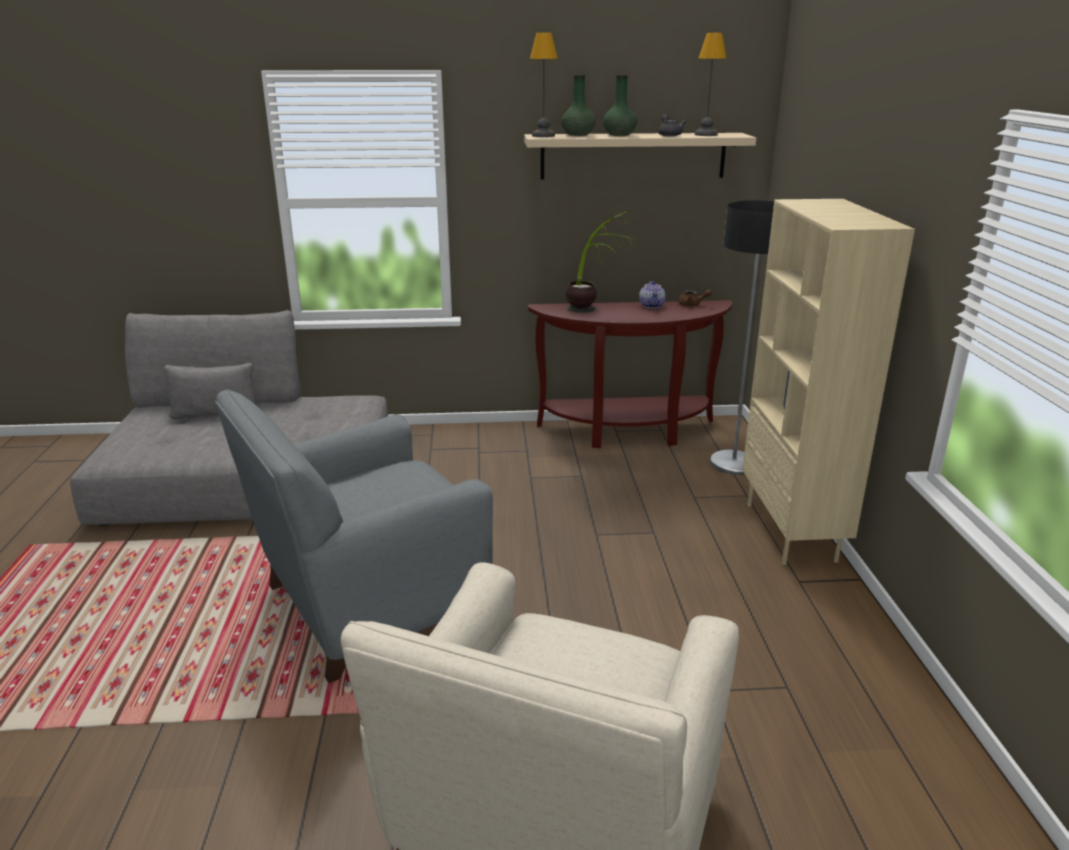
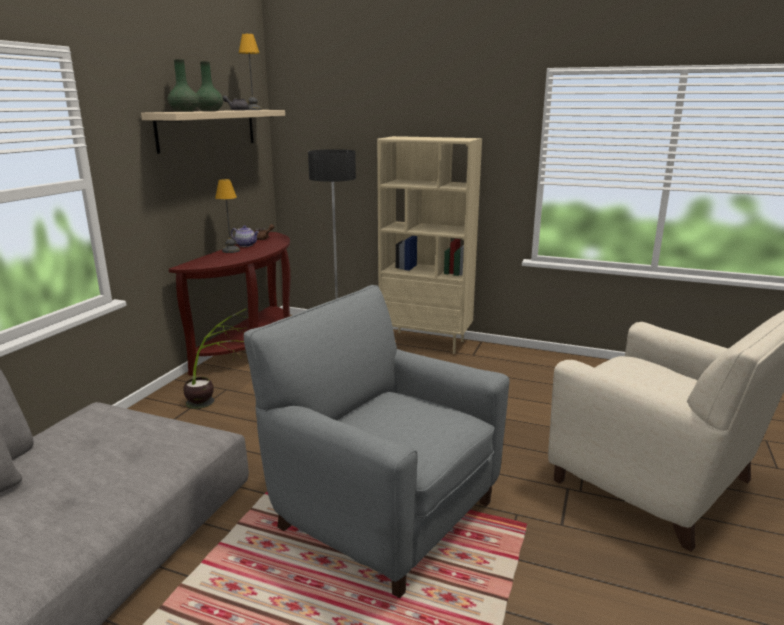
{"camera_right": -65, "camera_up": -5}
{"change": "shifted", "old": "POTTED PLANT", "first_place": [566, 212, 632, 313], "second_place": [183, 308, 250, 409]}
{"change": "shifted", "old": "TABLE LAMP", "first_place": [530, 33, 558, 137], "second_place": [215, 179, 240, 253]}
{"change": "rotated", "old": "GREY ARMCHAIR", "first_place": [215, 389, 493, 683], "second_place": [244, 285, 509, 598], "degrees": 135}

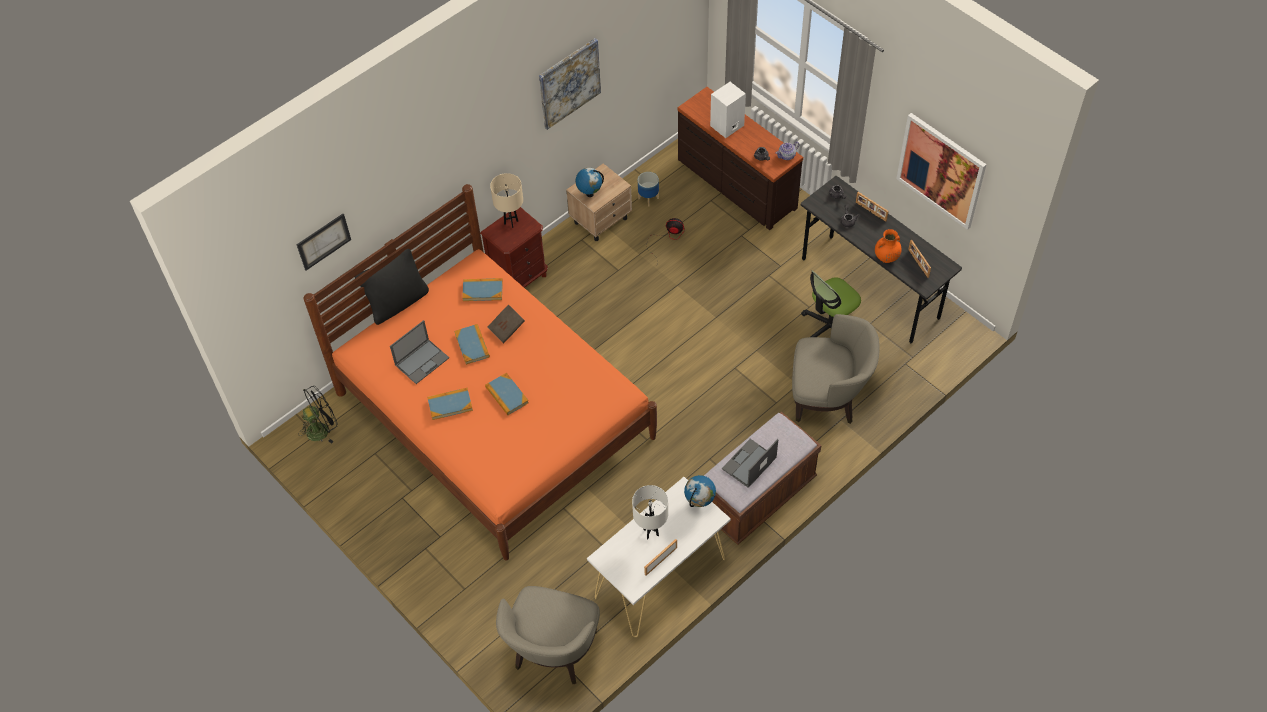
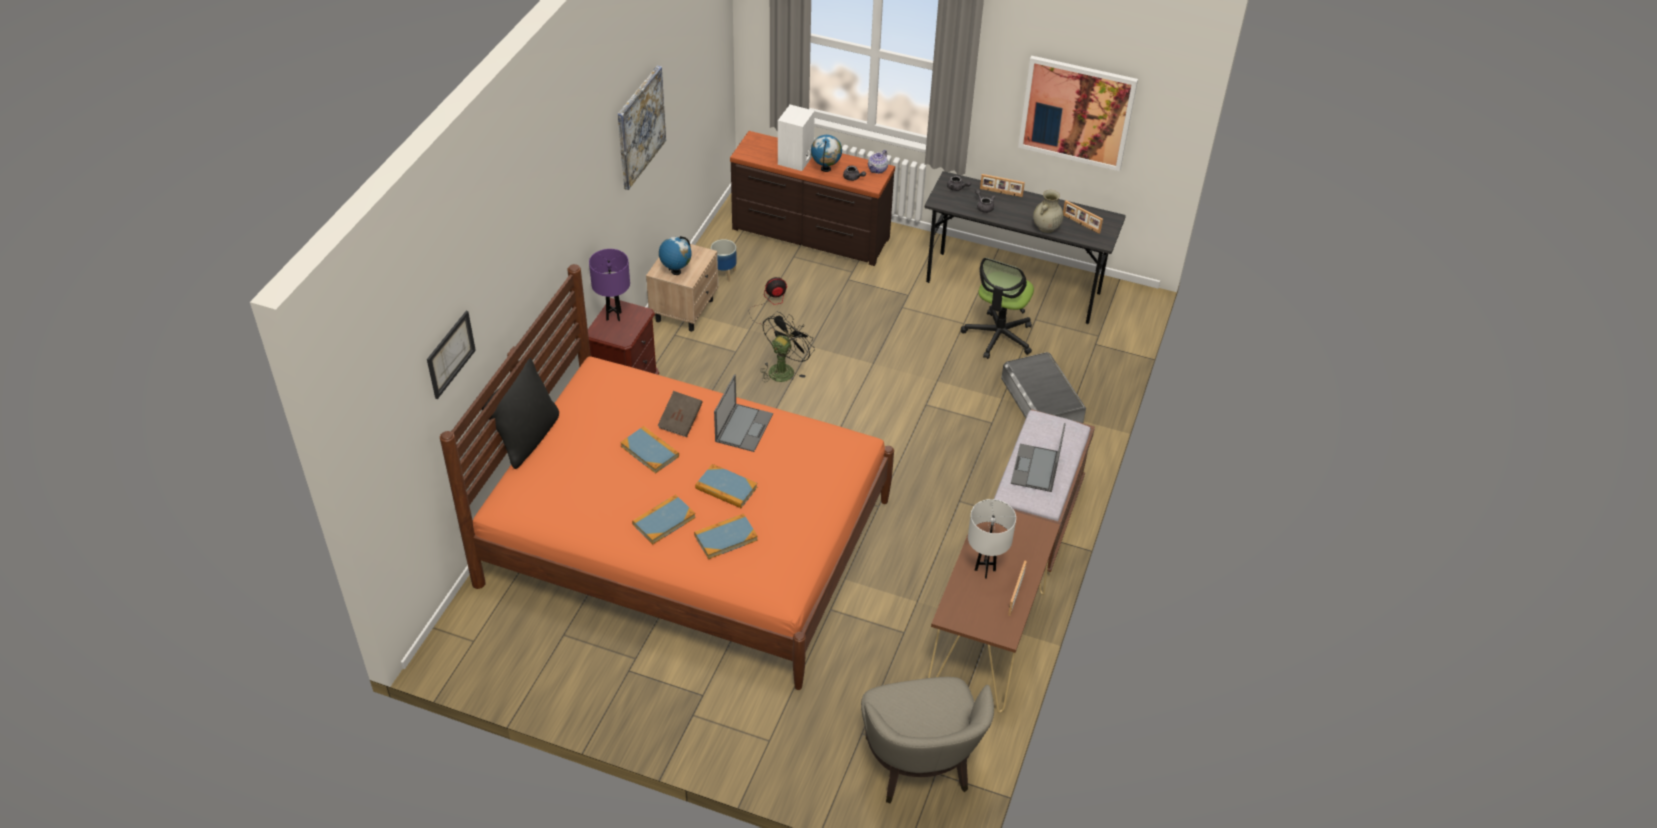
{"camera_right": -30, "camera_up": -10}
{"change": "repainted", "old": "BEIGE TABLE LAMP", "new": "PURPLE TABLE LAMP", "first_place": [490, 173, 523, 228], "second_place": [589, 249, 630, 321]}
{"change": "shifted", "old": "BOOK", "first_place": [462, 278, 503, 301], "second_place": [694, 513, 758, 559]}
{"change": "shifted", "old": "LAPTOP", "first_place": [390, 320, 449, 384], "second_place": [714, 374, 773, 452]}
{"change": "shifted", "old": "BLACK FAN", "first_place": [300, 386, 338, 444], "second_place": [760, 311, 815, 382]}
{"change": "shifted", "old": "GLOBE", "first_place": [684, 475, 716, 507], "second_place": [811, 135, 842, 172]}
{"change": "repainted", "old": "WHITE CONSOLE TABLE", "new": "BROWN CONSOLE TABLE", "first_place": [587, 477, 731, 637], "second_place": [928, 512, 1060, 713]}
{"change": "swapped", "old": "BEIGE ARMCHAIR", "new": "GREY STORAGE BOX", "first_place": [792, 314, 880, 424], "second_place": [1001, 352, 1086, 423]}
{"change": "repainted", "old": "ORANGE VASE", "new": "BEIGE VASE", "first_place": [875, 229, 902, 263], "second_place": [1033, 190, 1064, 233]}

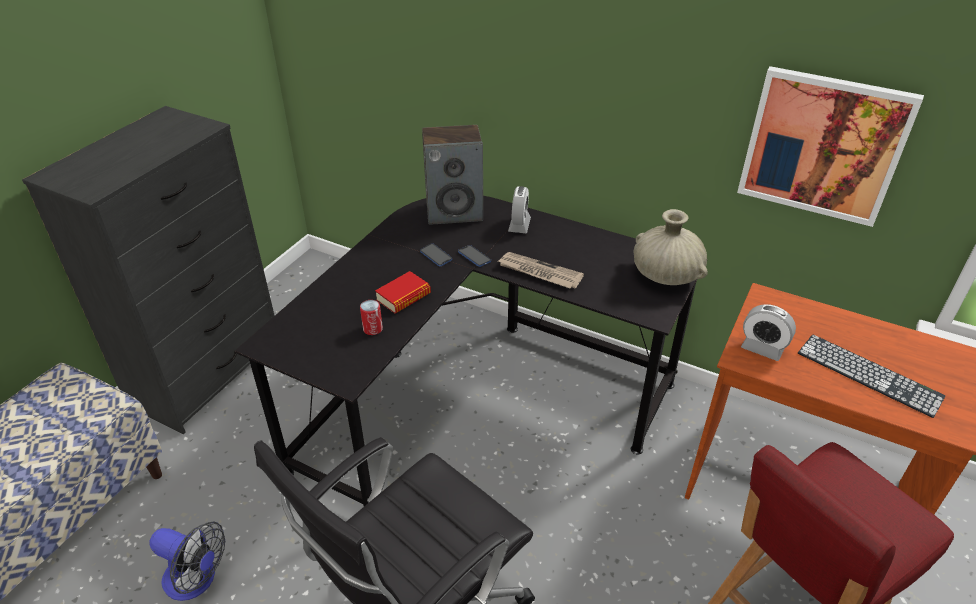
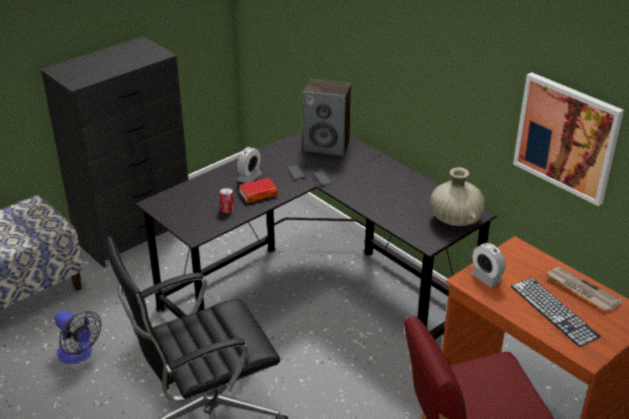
{"camera_right": 20, "camera_up": -5}
{"change": "shifted", "old": "ALARM CLOCK", "first_place": [508, 186, 531, 233], "second_place": [237, 147, 262, 183]}
{"change": "shifted", "old": "NEWSPAPER", "first_place": [498, 252, 584, 288], "second_place": [546, 267, 623, 311]}

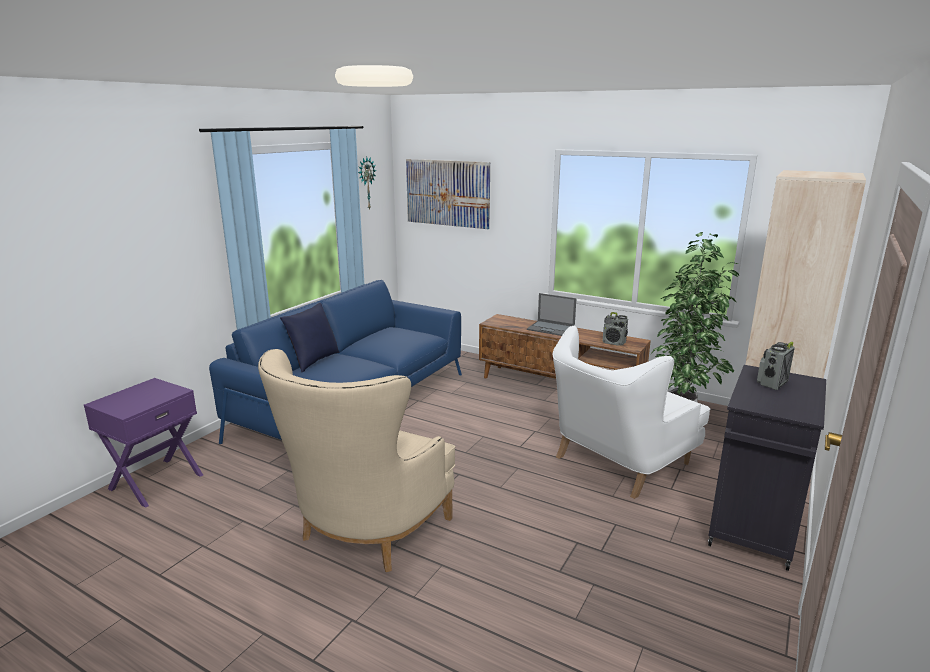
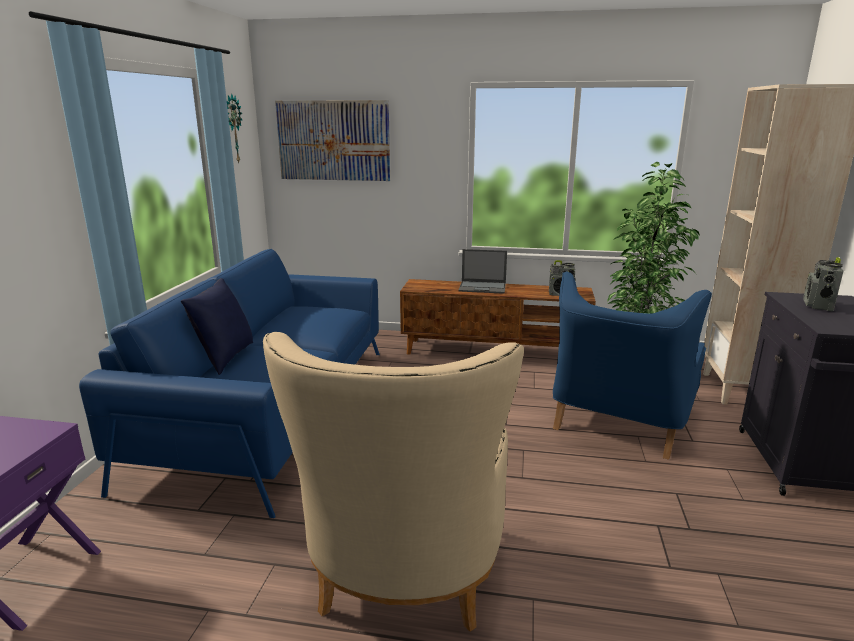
{"camera_right": -20, "camera_up": 0}
{"change": "repainted", "old": "WHITE ARMCHAIR", "new": "BLUE ARMCHAIR", "first_place": [553, 326, 710, 499], "second_place": [553, 271, 712, 460]}

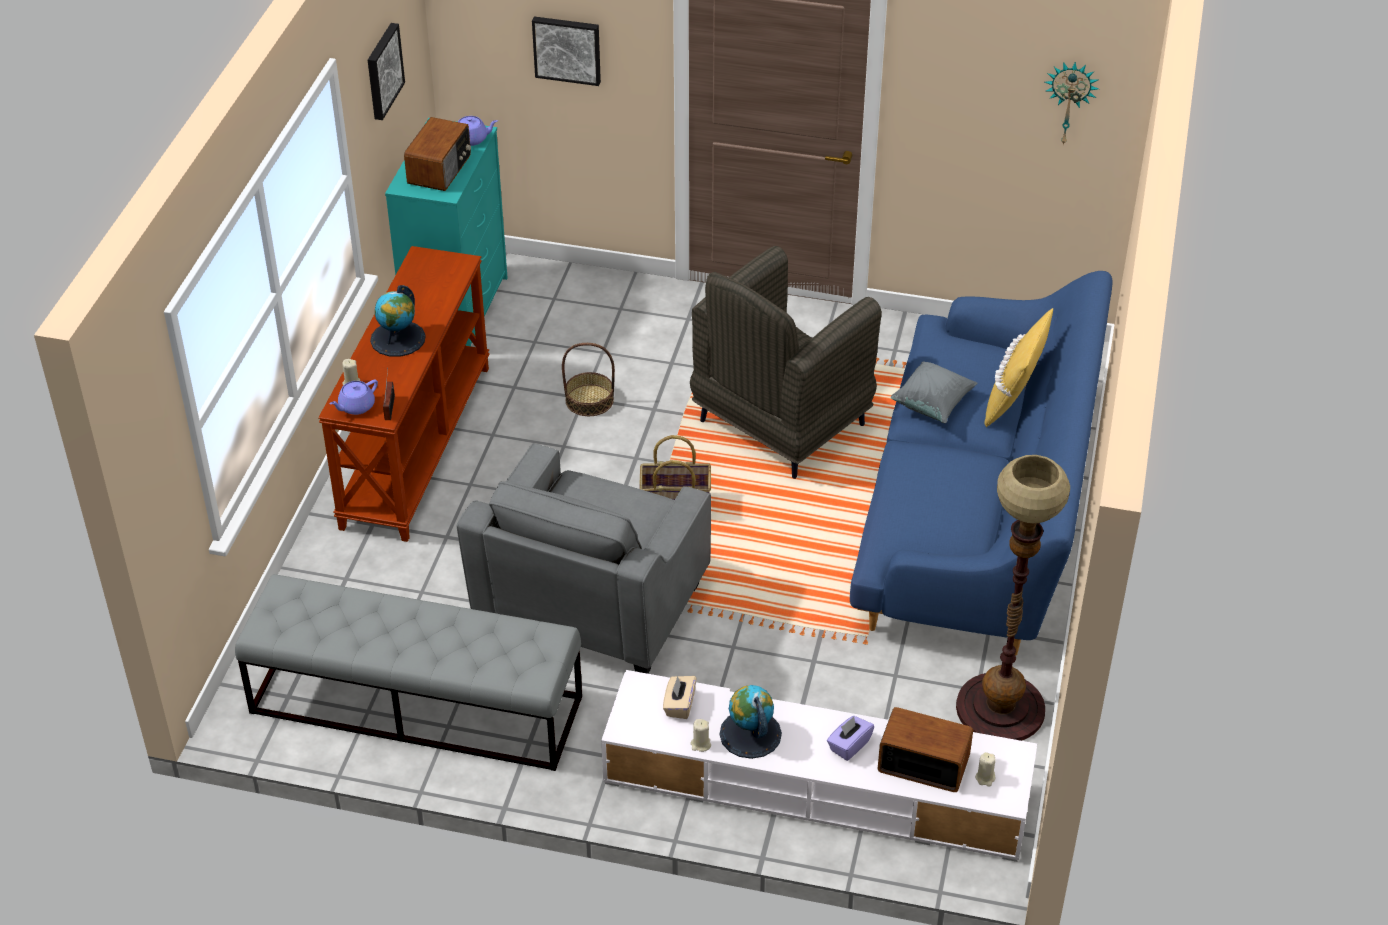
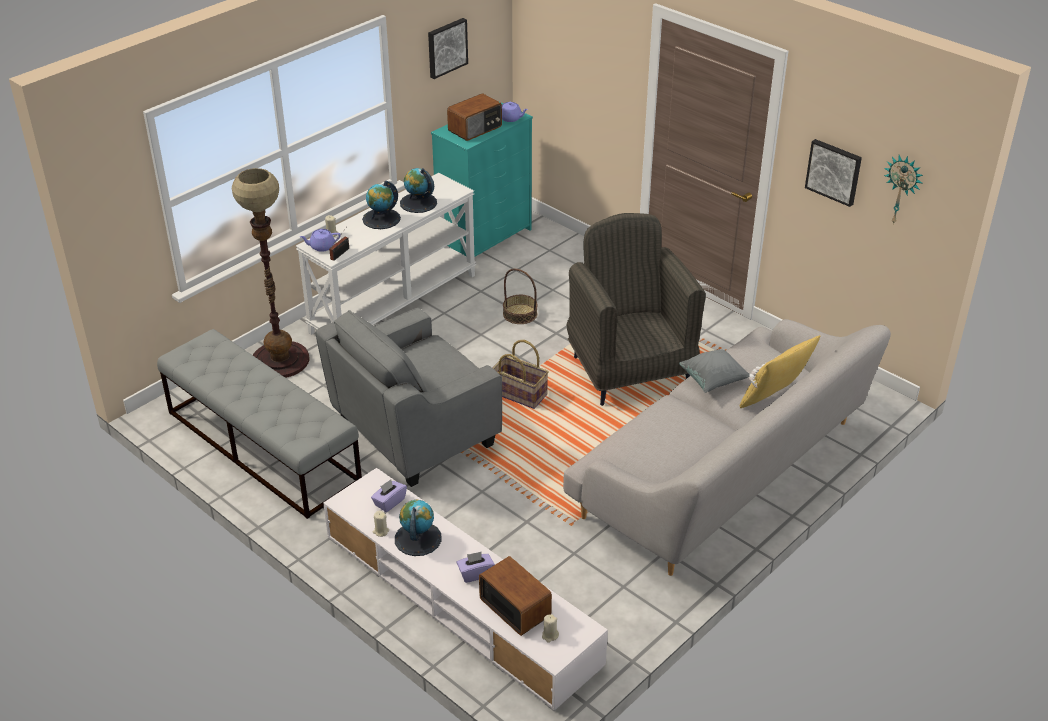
{"camera_right": 30, "camera_up": -5}
{"change": "shifted", "old": "FLOOR LAMP", "first_place": [956, 455, 1070, 741], "second_place": [232, 168, 309, 378]}
{"change": "repainted", "old": "BROWN CONSOLE TABLE", "new": "WHITE CONSOLE TABLE", "first_place": [318, 246, 490, 542], "second_place": [296, 173, 476, 335]}
{"change": "repainted", "old": "BEIGE TISSUE BOX", "new": "PURPLE TISSUE BOX", "first_place": [663, 676, 696, 719], "second_place": [371, 479, 407, 512]}
{"change": "new", "new": "GLOBE", "second_place": [400, 168, 437, 213]}
{"change": "repainted", "old": "BLUE SOFA", "new": "GREY SOFA", "first_place": [850, 271, 1113, 656], "second_place": [563, 319, 891, 576]}
{"change": "rotated", "old": "GREY ARMCHAIR", "first_place": [690, 246, 882, 479], "second_place": [566, 213, 706, 406], "degrees": 90}
{"change": "shifted", "old": "PICTURE", "first_place": [532, 16, 601, 86], "second_place": [805, 139, 862, 207]}

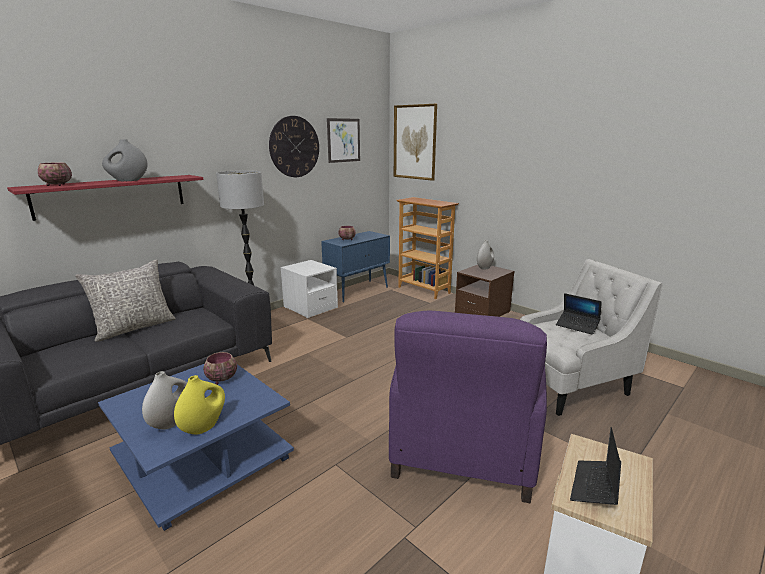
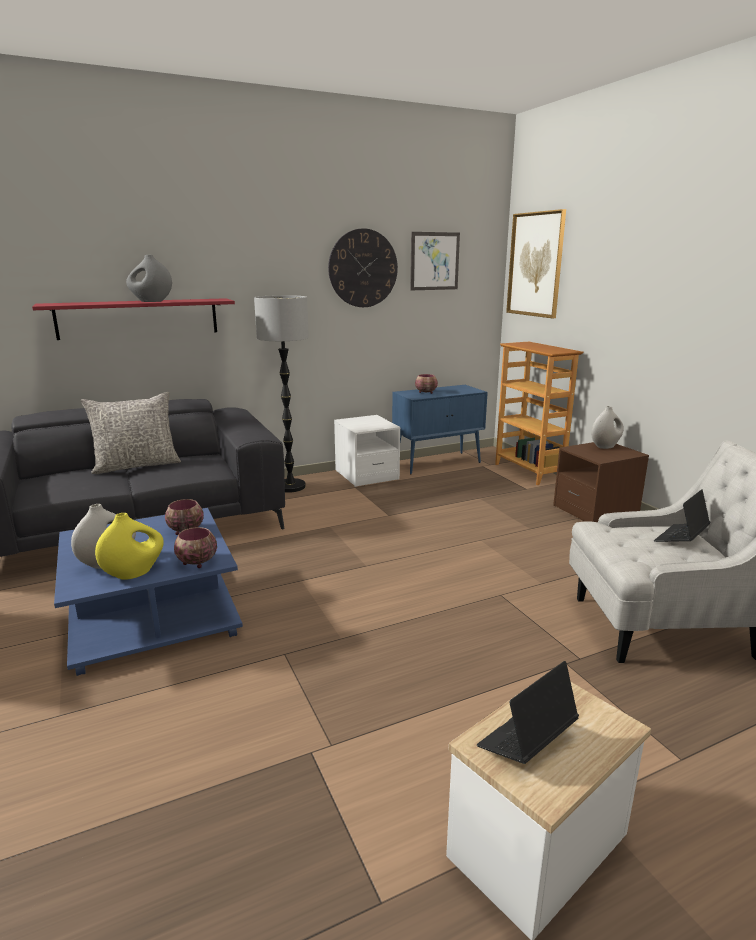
{"camera_right": 20, "camera_up": 0}
{"change": "shifted", "old": "BOWL", "first_place": [38, 163, 72, 186], "second_place": [174, 527, 217, 568]}
{"change": "rotated", "old": "LAPTOP", "first_place": [556, 293, 602, 335], "second_place": [654, 489, 710, 542], "degrees": 75}
{"change": "gone", "old": "PURPLE ARMCHAIR", "first_place": [389, 311, 547, 503]}

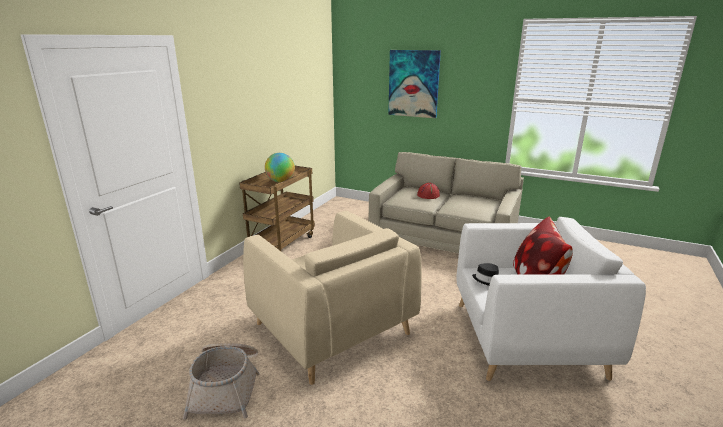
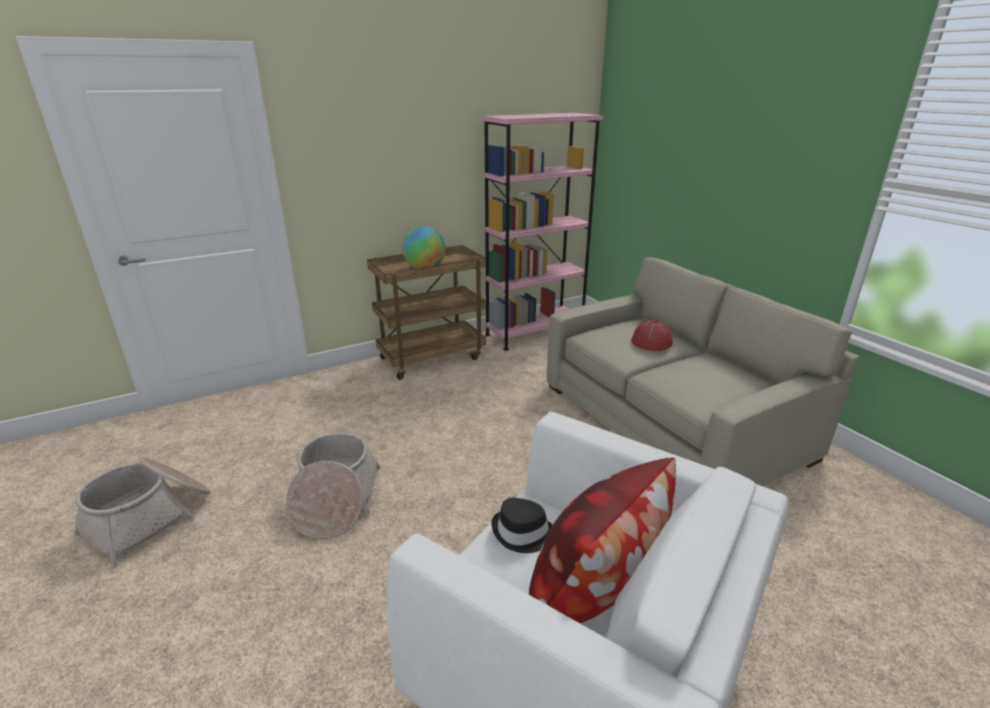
{"camera_right": 35, "camera_up": 5}
{"change": "swapped", "old": "BEIGE ARMCHAIR", "new": "BASKET", "first_place": [243, 211, 422, 385], "second_place": [286, 433, 381, 539]}
{"change": "new", "new": "PINK BOOKCASE", "second_place": [481, 113, 603, 351]}
{"change": "gone", "old": "PICTURE", "first_place": [388, 50, 441, 118]}

